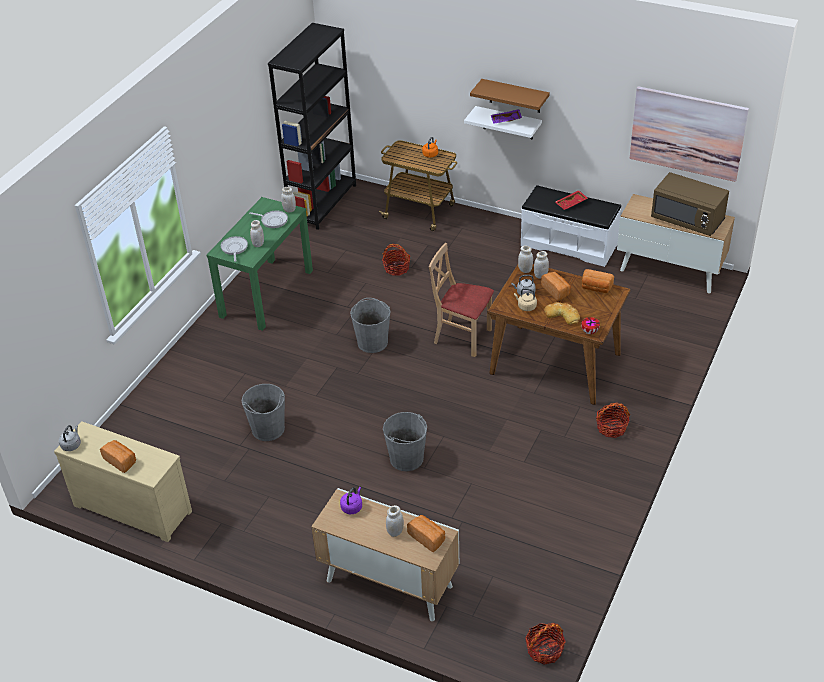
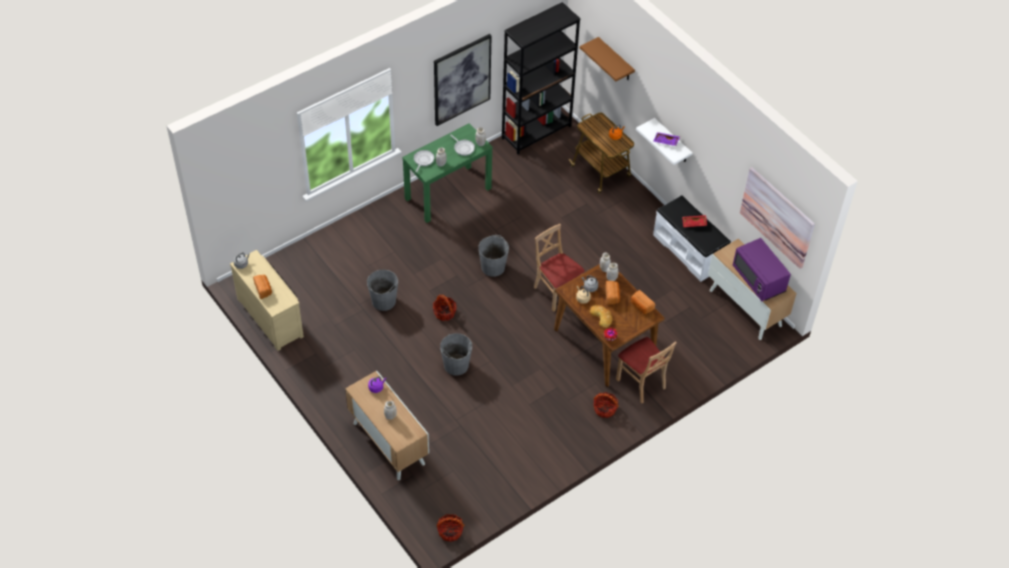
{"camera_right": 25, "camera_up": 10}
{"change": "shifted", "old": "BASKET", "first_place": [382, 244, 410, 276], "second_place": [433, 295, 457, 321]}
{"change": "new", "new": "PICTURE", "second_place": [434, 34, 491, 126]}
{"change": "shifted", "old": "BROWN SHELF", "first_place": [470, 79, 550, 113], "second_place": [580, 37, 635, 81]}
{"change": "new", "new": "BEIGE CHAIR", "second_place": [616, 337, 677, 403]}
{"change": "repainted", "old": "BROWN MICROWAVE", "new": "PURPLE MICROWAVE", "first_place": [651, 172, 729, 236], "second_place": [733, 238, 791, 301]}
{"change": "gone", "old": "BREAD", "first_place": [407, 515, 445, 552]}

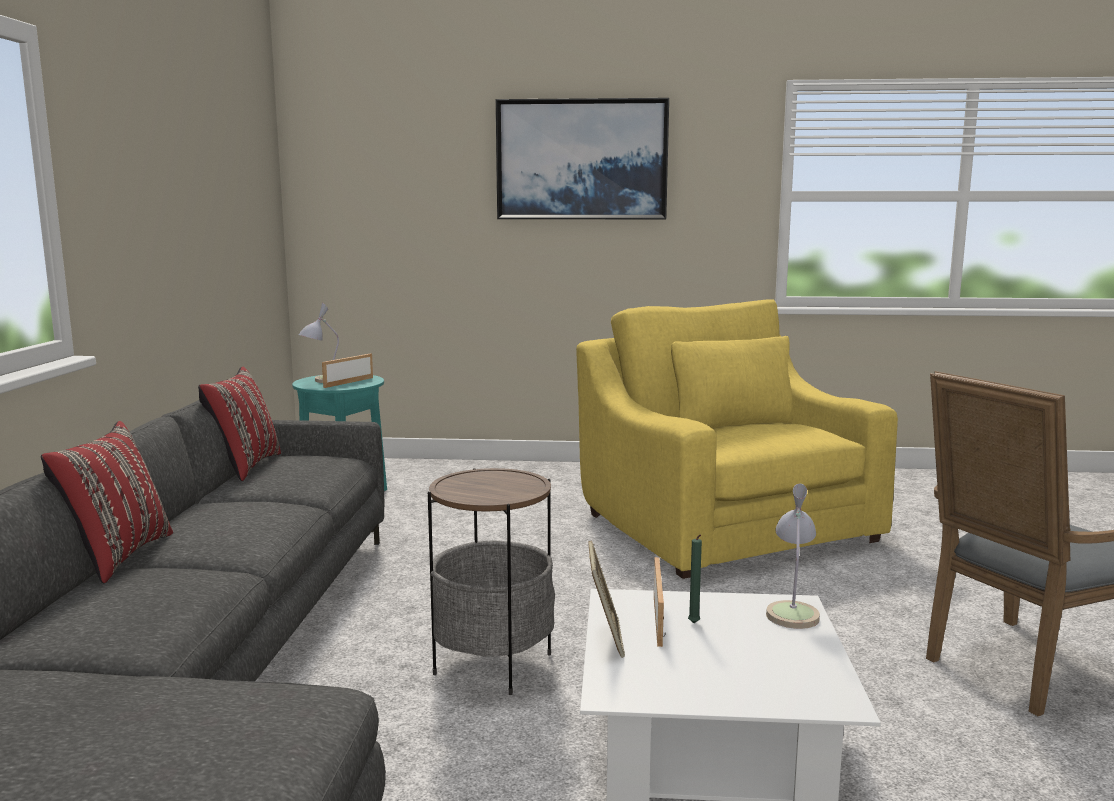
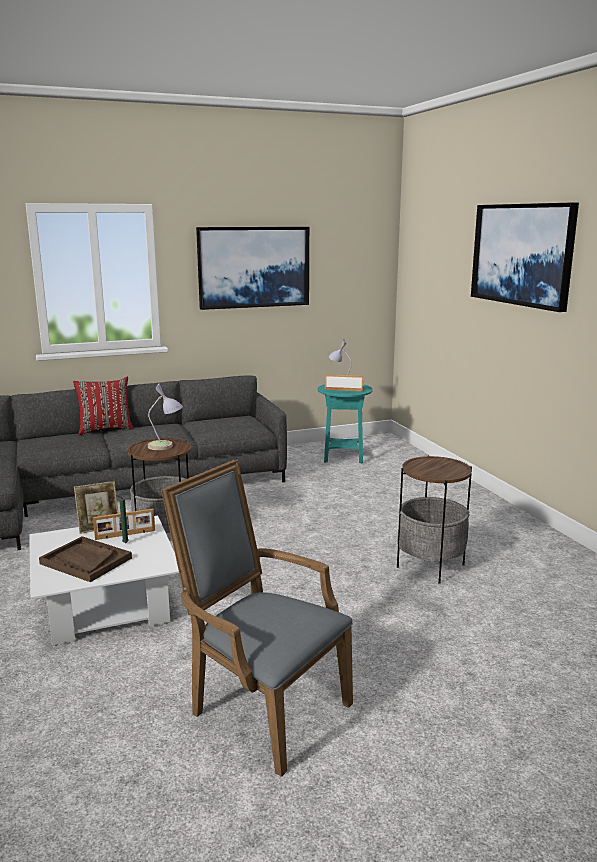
{"camera_right": 65, "camera_up": 5}
{"change": "new", "new": "BROWN TRAY", "second_place": [39, 536, 132, 582]}
{"change": "shifted", "old": "TABLE LAMP", "first_place": [766, 484, 820, 629], "second_place": [148, 384, 183, 450]}
{"change": "new", "new": "PICTURE", "second_place": [196, 227, 309, 310]}
{"change": "swapped", "old": "YELLOW ARMCHAIR", "new": "SIDE TABLE", "first_place": [576, 299, 898, 579], "second_place": [397, 456, 472, 584]}
{"change": "gone", "old": "RED PILLOW", "first_place": [198, 367, 281, 481]}

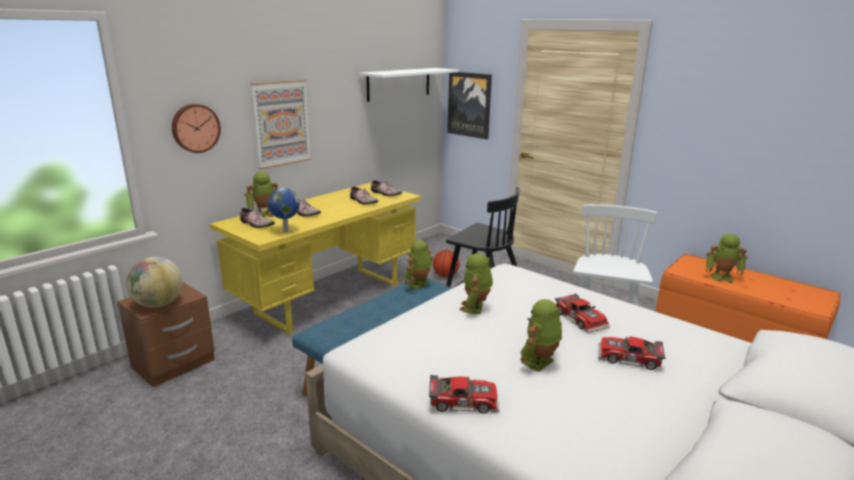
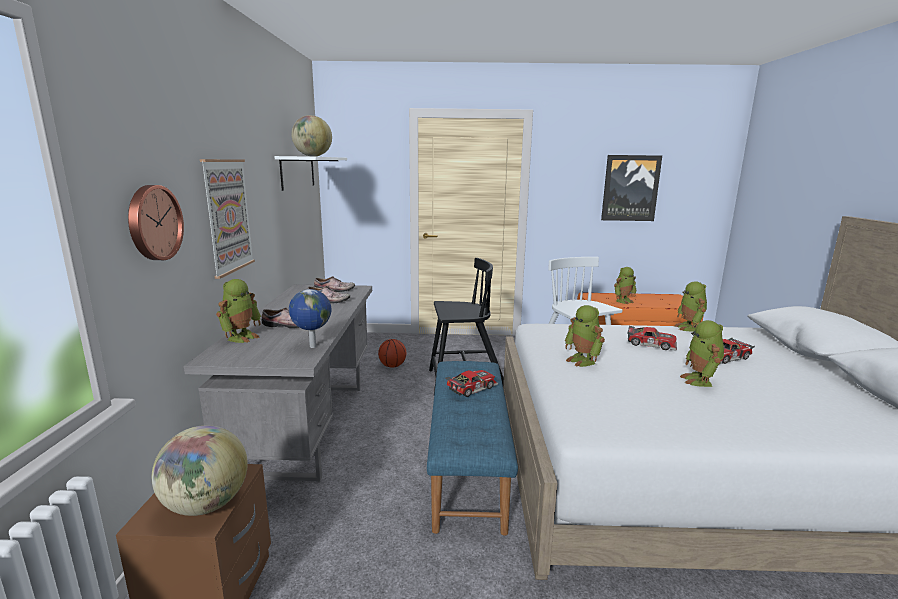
{"camera_right": -40, "camera_up": -5}
{"change": "repainted", "old": "YELLOW DESK", "new": "GREY DESK", "first_place": [210, 183, 421, 334], "second_place": [184, 284, 372, 482]}
{"change": "new", "new": "GLOBE", "second_place": [291, 115, 332, 157]}
{"change": "shifted", "old": "TOY CAR", "first_place": [429, 375, 499, 413], "second_place": [445, 370, 498, 397]}
{"change": "shifted", "old": "PICTURE", "first_place": [447, 72, 492, 140], "second_place": [601, 155, 662, 221]}
{"change": "shifted", "old": "TOY ROBOT", "first_place": [404, 240, 433, 289], "second_place": [674, 281, 707, 331]}
{"change": "gone", "old": "SHOE", "first_place": [240, 208, 275, 228]}

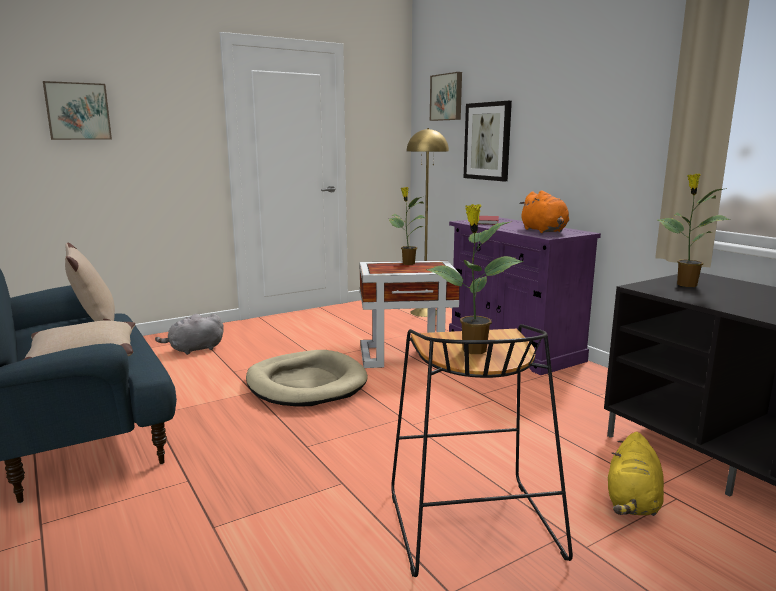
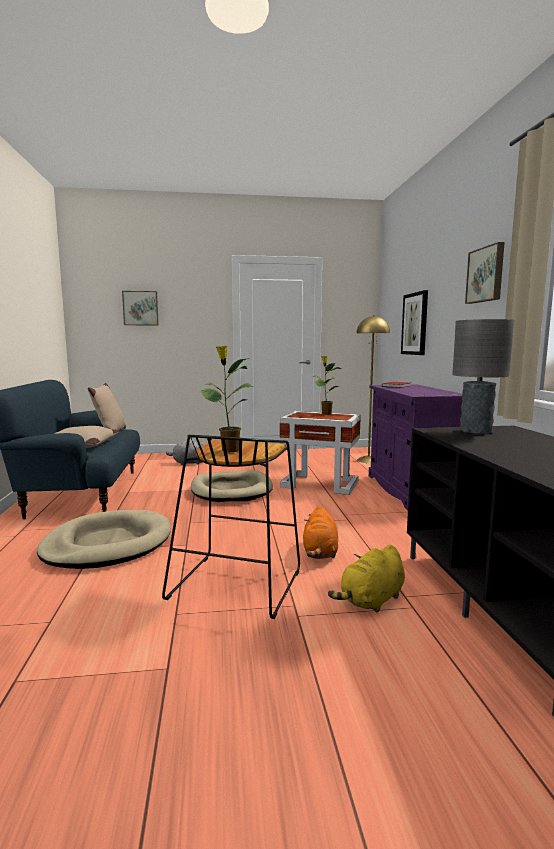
{"camera_right": 25, "camera_up": -5}
{"change": "new", "new": "BEIGE DOG BED", "second_place": [37, 510, 171, 569]}
{"change": "shifted", "old": "ORANGE PLUSH TOY", "first_place": [519, 191, 569, 233], "second_place": [303, 506, 338, 559]}
{"change": "swapped", "old": "POTTED PLANT", "new": "GREY TABLE LAMP", "first_place": [658, 174, 731, 287], "second_place": [452, 319, 514, 434]}
{"change": "shifted", "old": "PICTURE", "first_place": [430, 72, 462, 121], "second_place": [465, 242, 505, 304]}

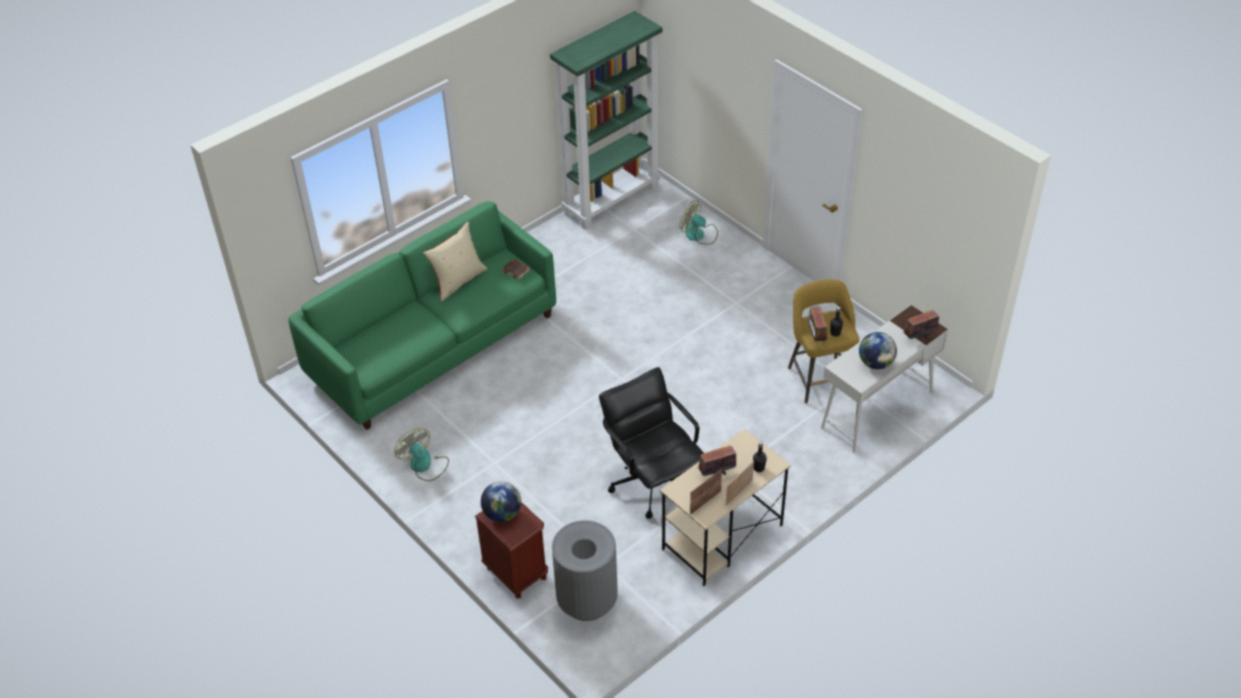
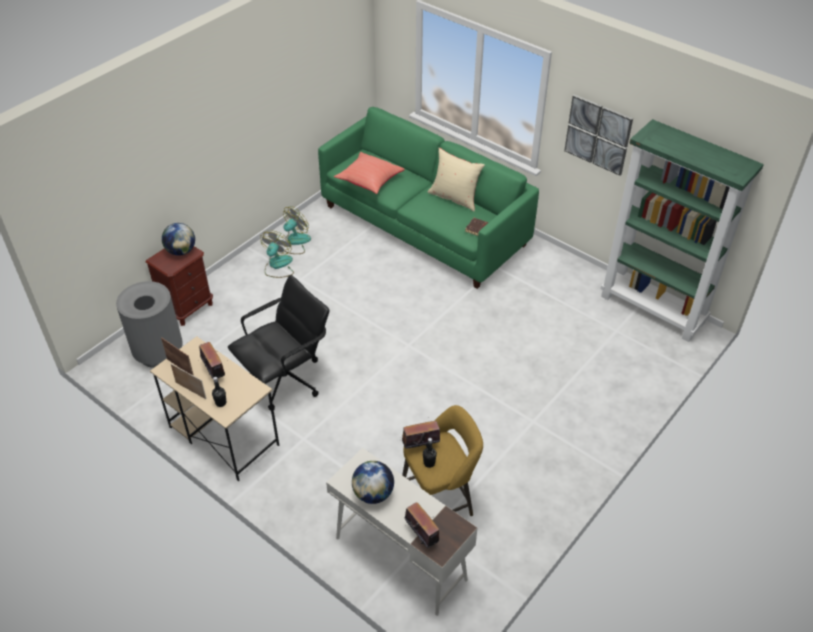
{"camera_right": 80, "camera_up": 0}
{"change": "shifted", "old": "FAN", "first_place": [679, 200, 718, 245], "second_place": [260, 230, 294, 278]}
{"change": "new", "new": "RED PILLOW", "second_place": [334, 152, 405, 194]}
{"change": "new", "new": "PICTURE", "second_place": [564, 94, 633, 176]}

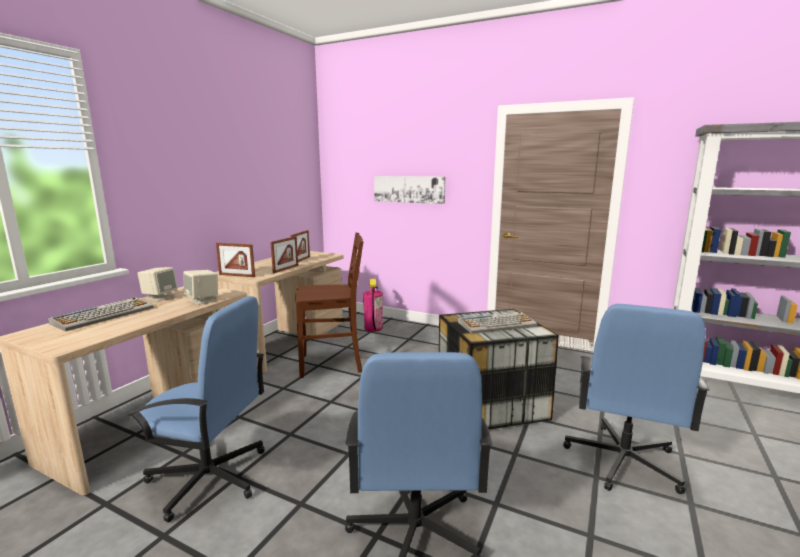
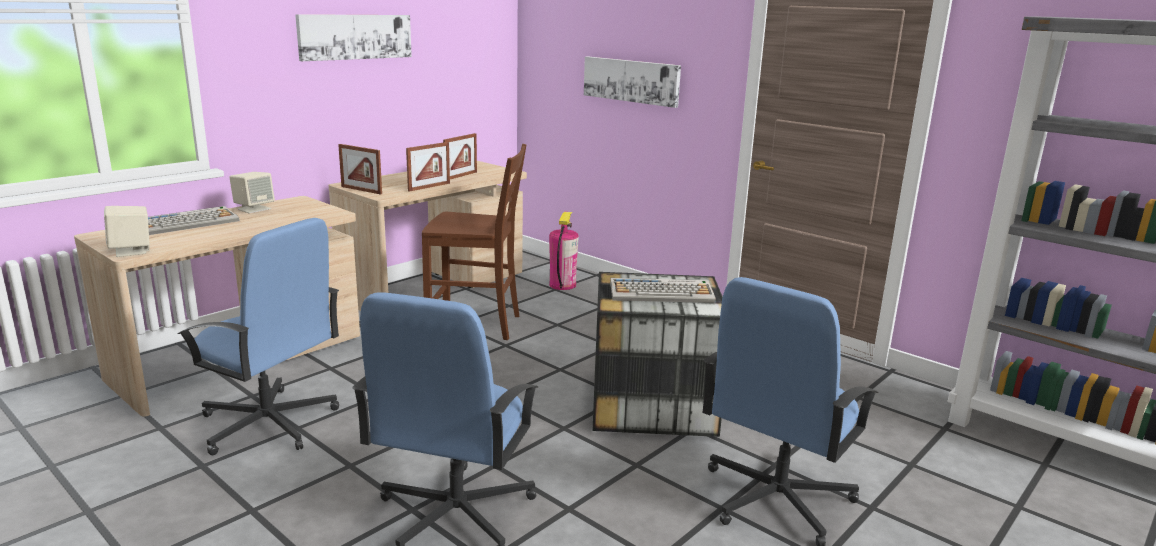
{"camera_right": 15, "camera_up": 5}
{"change": "shifted", "old": "BEIGE SPEAKER", "first_place": [183, 270, 218, 305], "second_place": [104, 206, 150, 257]}
{"change": "new", "new": "PICTURE", "second_place": [295, 14, 412, 61]}

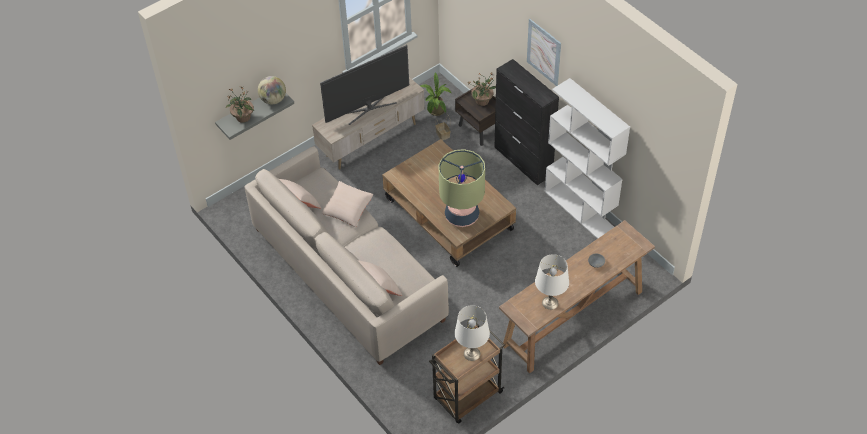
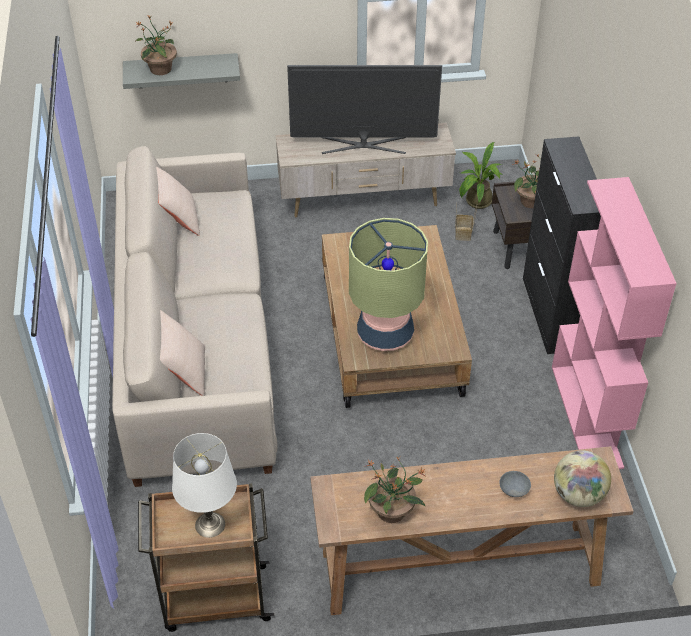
{"camera_right": 30, "camera_up": -5}
{"change": "swapped", "old": "WHITE TABLE LAMP", "new": "POTTED PLANT", "first_place": [535, 254, 569, 310], "second_place": [363, 457, 426, 523]}
{"change": "repainted", "old": "WHITE BOOKCASE", "new": "PINK BOOKCASE", "first_place": [545, 78, 630, 239], "second_place": [552, 177, 677, 469]}
{"change": "shifted", "old": "GLOBE", "first_place": [258, 76, 286, 104], "second_place": [554, 450, 611, 507]}
{"change": "gone", "old": "BEIGE PILLOW", "first_place": [321, 181, 373, 227]}
{"change": "gone", "old": "PICTURE", "first_place": [527, 19, 561, 86]}

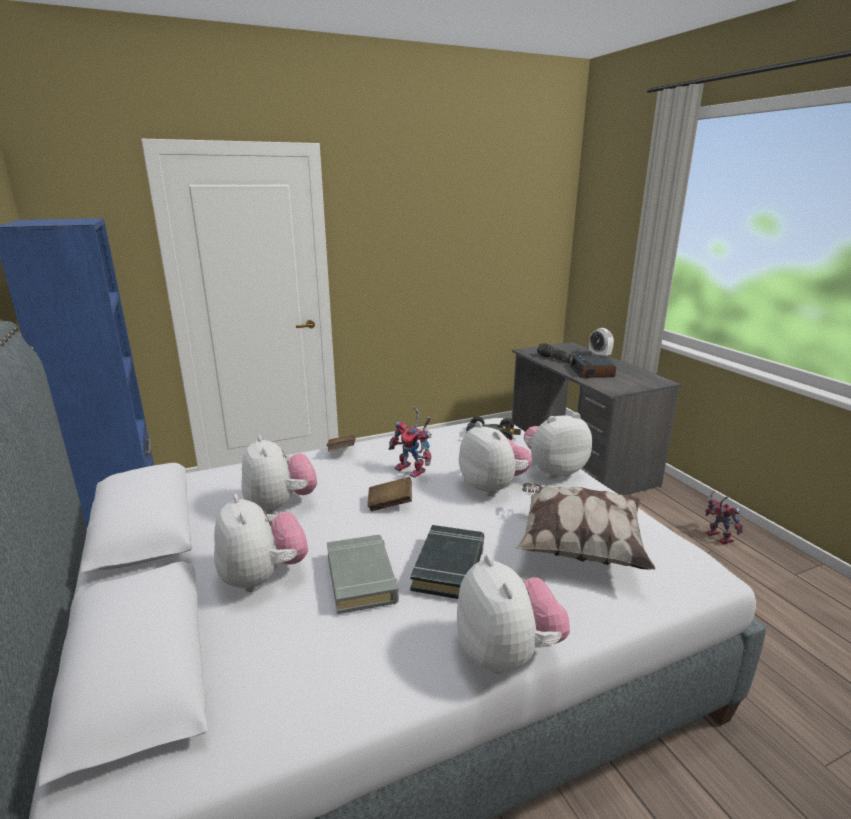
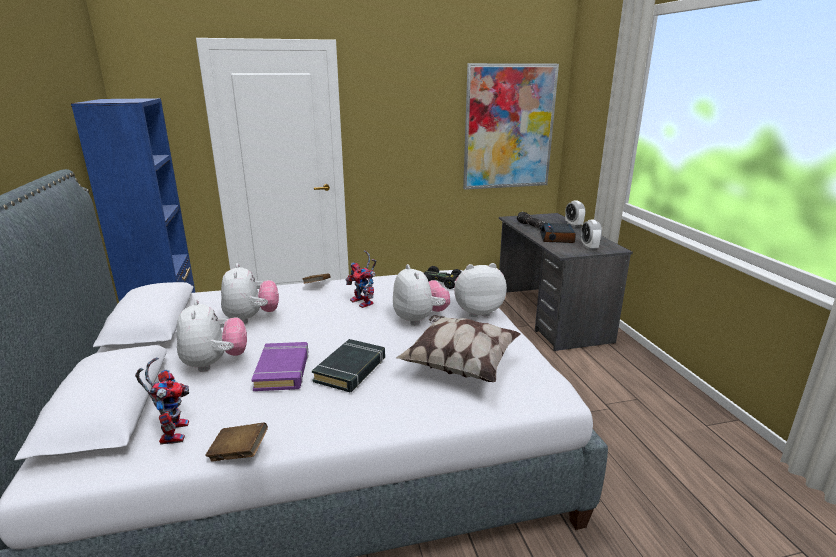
{"camera_right": 10, "camera_up": 0}
{"change": "shifted", "old": "TOY ROBOT", "first_place": [706, 490, 743, 545], "second_place": [135, 357, 189, 445]}
{"change": "shifted", "old": "BROWN BOOK", "first_place": [367, 477, 412, 511], "second_place": [205, 422, 268, 462]}
{"change": "repainted", "old": "GREY BOOK", "new": "PURPLE BOOK", "first_place": [327, 535, 399, 614], "second_place": [251, 342, 309, 391]}
{"change": "new", "new": "PICTURE", "second_place": [463, 63, 559, 190]}
{"change": "new", "new": "ALARM CLOCK", "second_place": [581, 220, 602, 250]}
{"change": "gone", "old": "PLUSH TOY", "first_place": [457, 555, 570, 674]}

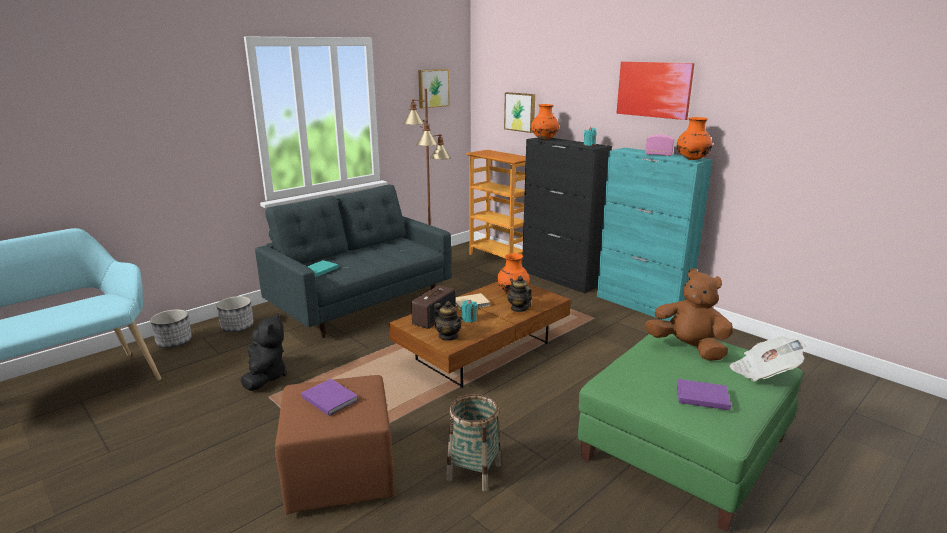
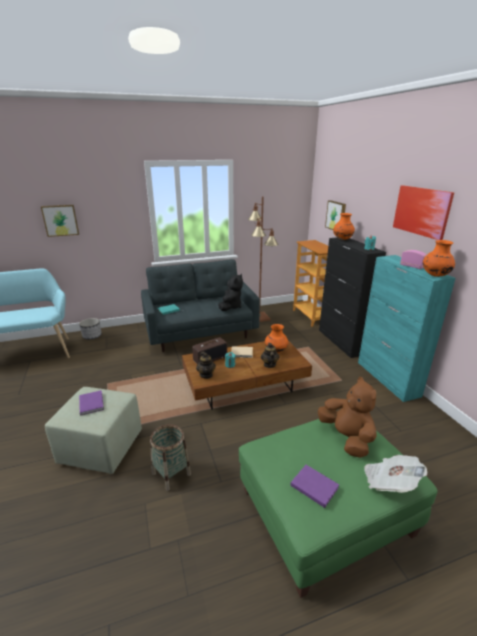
{"camera_right": 25, "camera_up": 5}
{"change": "shifted", "old": "PICTURE", "first_place": [418, 69, 450, 109], "second_place": [41, 205, 79, 237]}
{"change": "repainted", "old": "BROWN OTTOMAN", "new": "GREEN OTTOMAN", "first_place": [275, 375, 395, 514], "second_place": [45, 387, 142, 474]}
{"change": "shifted", "old": "BLACK PLUSH TOY", "first_place": [241, 313, 287, 391], "second_place": [218, 274, 243, 311]}
{"change": "gone", "old": "PLANTER", "first_place": [216, 296, 254, 332]}

